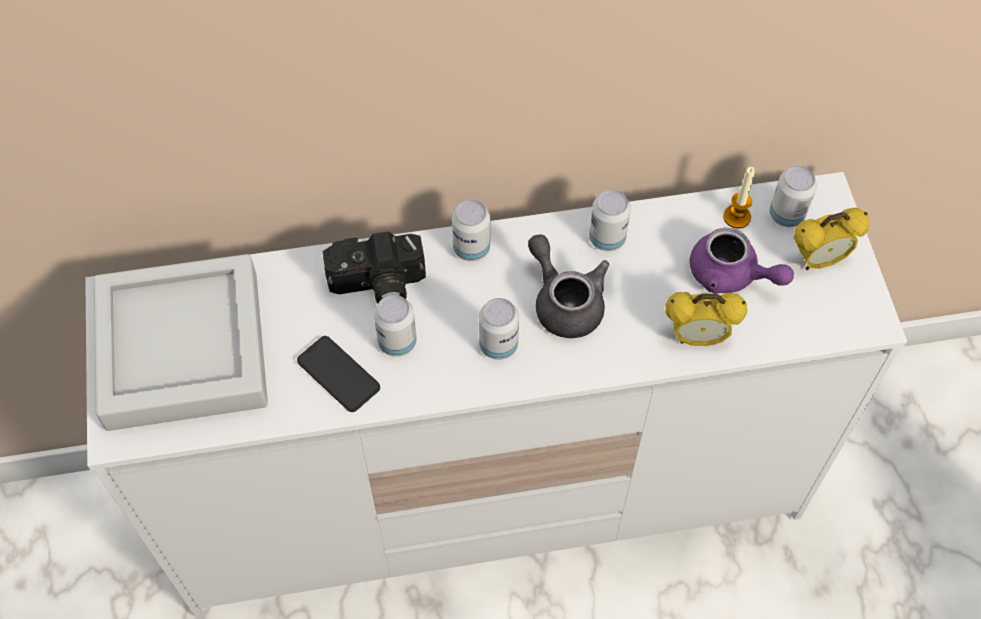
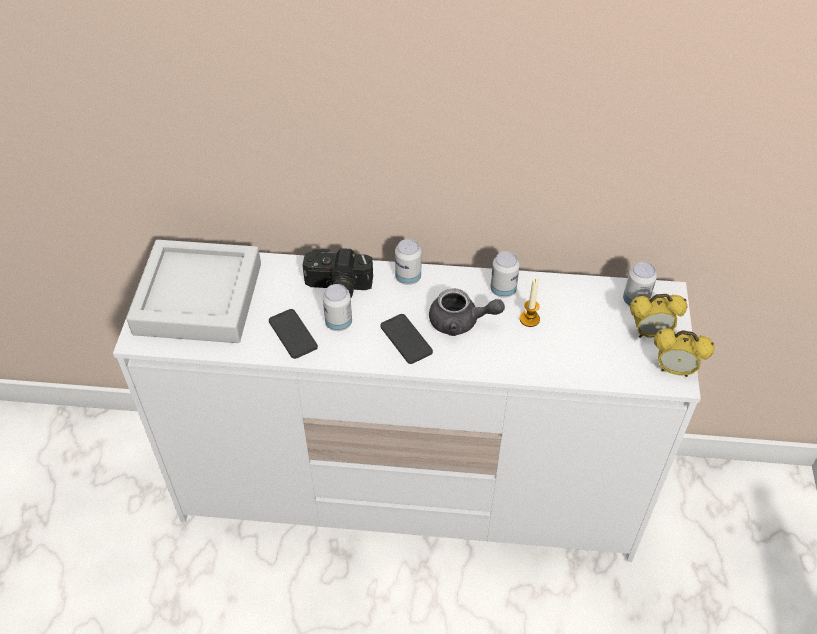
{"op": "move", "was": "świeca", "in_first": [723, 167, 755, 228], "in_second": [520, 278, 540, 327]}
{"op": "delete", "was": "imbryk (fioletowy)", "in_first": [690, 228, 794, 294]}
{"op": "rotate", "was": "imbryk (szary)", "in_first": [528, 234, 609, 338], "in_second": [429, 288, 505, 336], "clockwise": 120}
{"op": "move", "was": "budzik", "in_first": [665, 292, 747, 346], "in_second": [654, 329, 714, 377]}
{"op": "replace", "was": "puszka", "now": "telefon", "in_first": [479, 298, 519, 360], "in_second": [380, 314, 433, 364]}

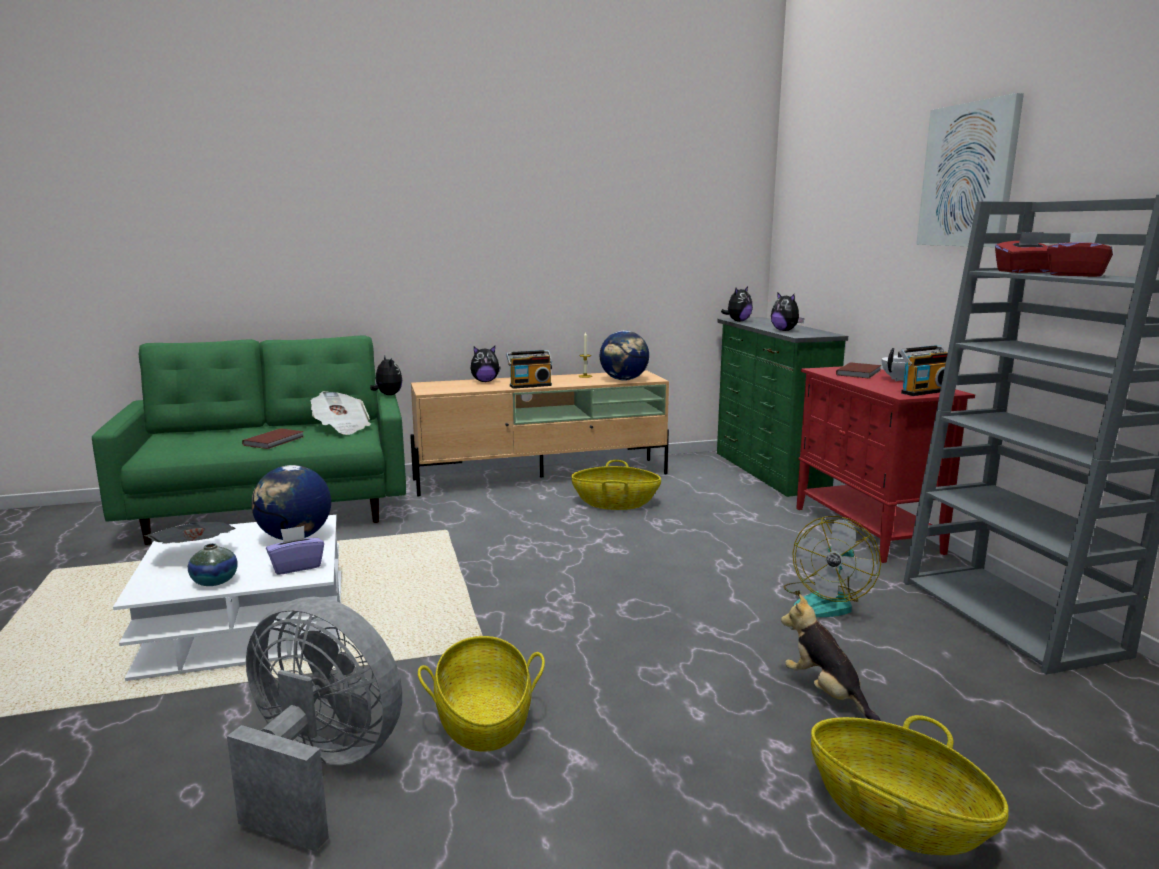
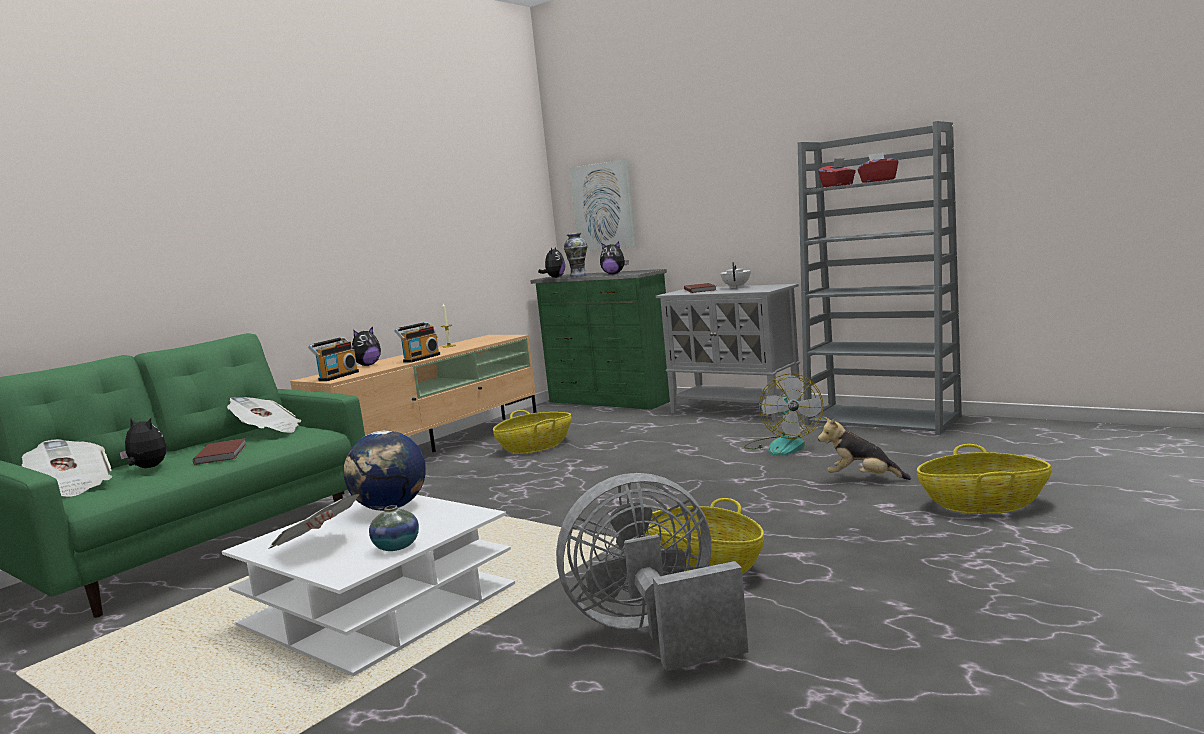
{"op": "move", "was": "obraz", "in_first": [916, 93, 1024, 247], "in_second": [569, 159, 637, 251]}
{"op": "delete", "was": "globus", "in_first": [600, 330, 649, 381]}
{"op": "move", "was": "radio", "in_first": [899, 345, 948, 396], "in_second": [308, 337, 359, 381]}
{"op": "move", "was": "pluszak", "in_first": [370, 356, 402, 395], "in_second": [119, 418, 166, 468]}
{"op": "recolor", "was": "szafka (czerwony)", "now": "szafka (szary)", "in_first": [796, 366, 975, 563], "in_second": [656, 284, 801, 421]}
{"op": "delete", "was": "pudełko chusteczek (fioletowy)", "in_first": [266, 526, 324, 575]}
{"op": "insert", "now": "wazon", "in_second": [564, 233, 588, 277]}
{"op": "insert", "now": "gazeta", "in_second": [22, 439, 112, 497]}

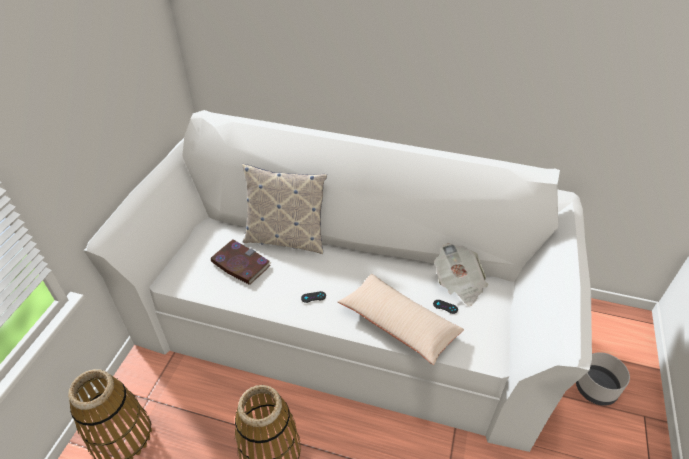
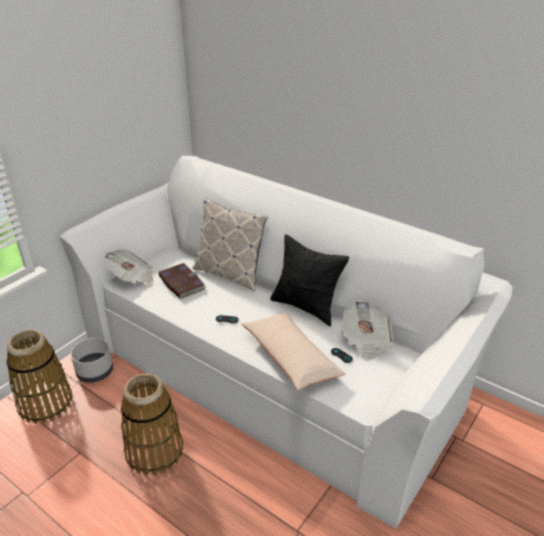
{"op": "move", "was": "donica (szary)", "in_first": [576, 352, 630, 406], "in_second": [71, 338, 113, 383]}
{"op": "insert", "now": "poduszka (czarny)", "in_second": [270, 234, 349, 326]}
{"op": "insert", "now": "gazeta", "in_second": [104, 250, 154, 284]}

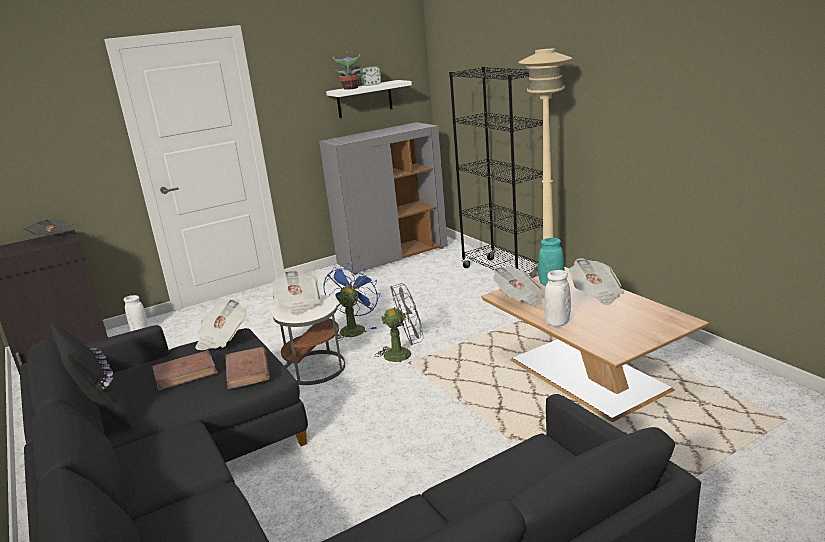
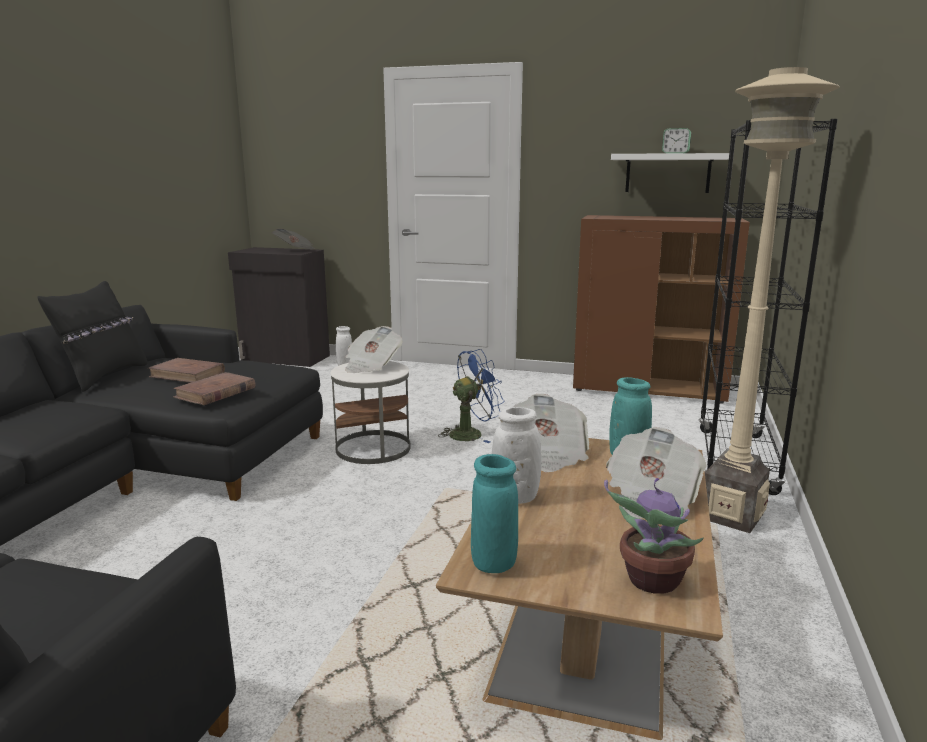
{"op": "move", "was": "roślina doniczkowa", "in_first": [333, 52, 362, 90], "in_second": [604, 478, 704, 594]}
{"op": "recolor", "was": "szafka (szary)", "now": "szafka (brązowy)", "in_first": [319, 122, 448, 275], "in_second": [573, 215, 750, 404]}
{"op": "delete", "was": "wentylator (szary)", "in_first": [375, 283, 424, 365]}
{"op": "delete", "was": "gazeta", "in_first": [195, 299, 247, 350]}
{"op": "insert", "now": "wazon (turkusowy)", "in_second": [471, 454, 518, 573]}

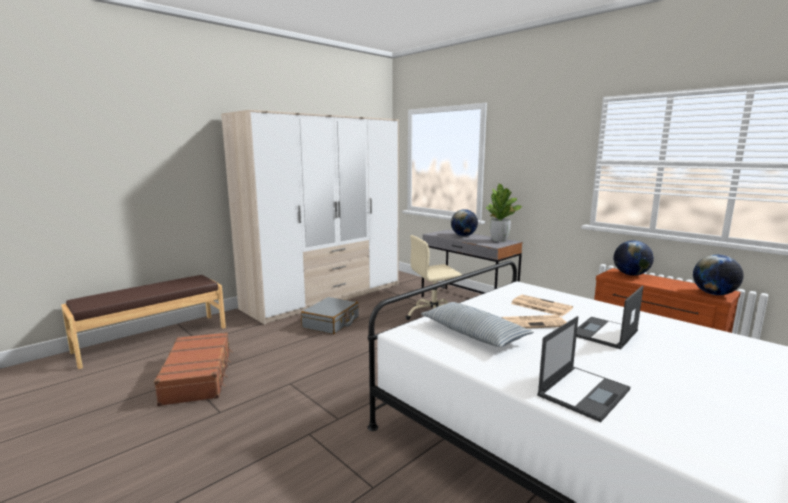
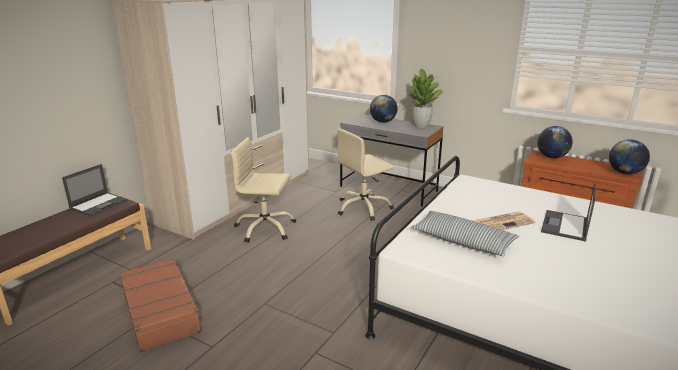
{"op": "delete", "was": "gazeta", "in_first": [511, 295, 573, 316]}
{"op": "replace", "was": "walizka (szary)", "now": "krzesło biurowe (beżowy)", "in_first": [301, 297, 359, 334], "in_second": [230, 137, 296, 243]}
{"op": "move", "was": "laptop", "in_first": [537, 316, 630, 422], "in_second": [62, 164, 128, 217]}

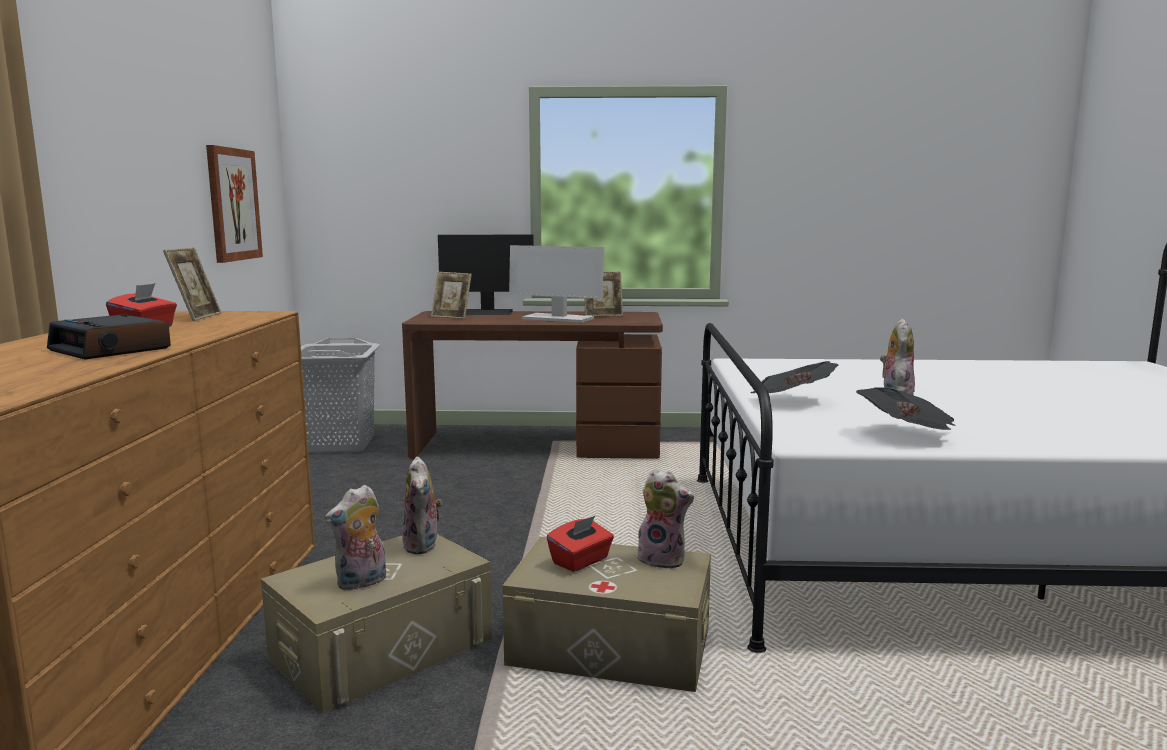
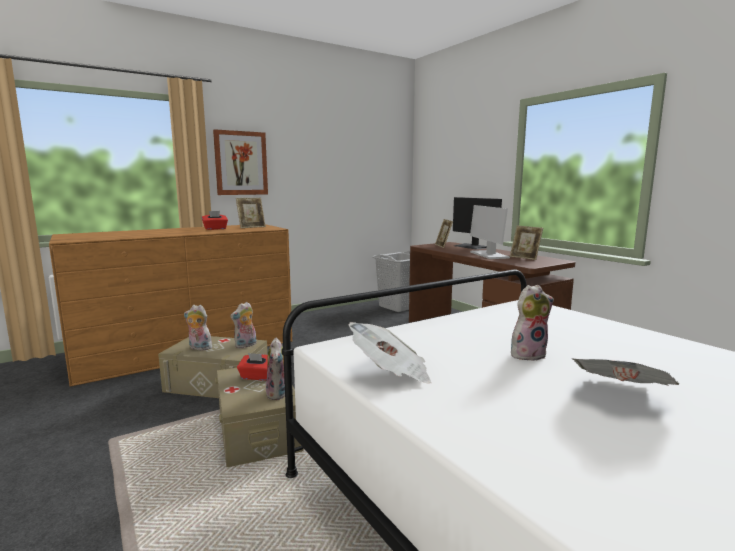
{"op": "move", "was": "obraz", "in_first": [206, 145, 263, 263], "in_second": [213, 129, 268, 195]}
{"op": "delete", "was": "budzik", "in_first": [47, 314, 171, 359]}
{"op": "move", "was": "gazeta", "in_first": [750, 361, 839, 393], "in_second": [572, 358, 679, 385]}

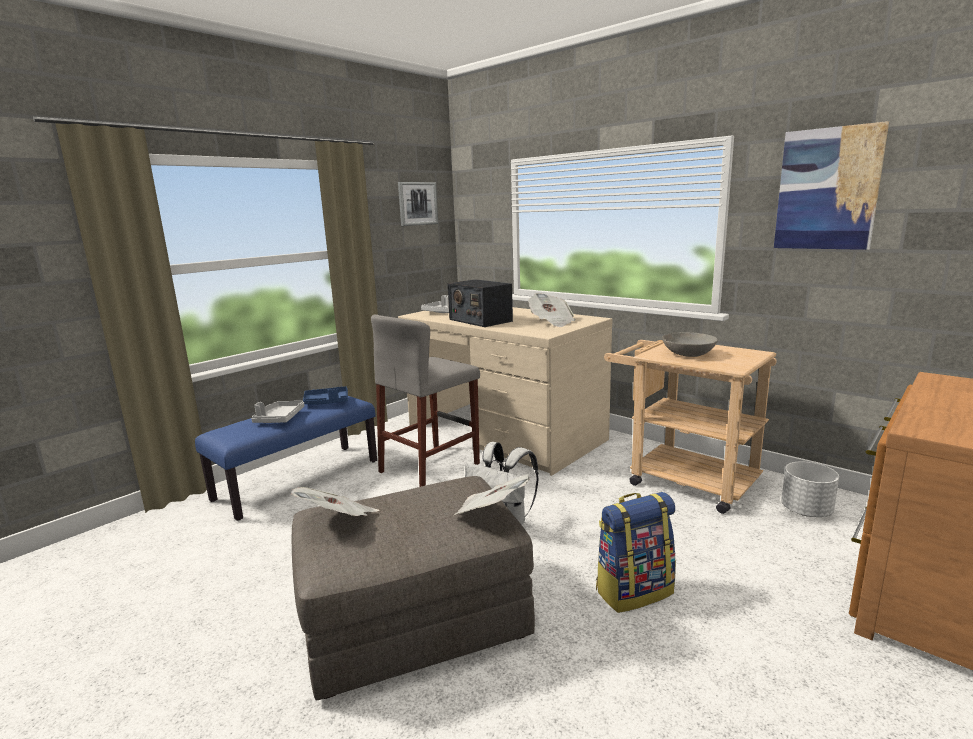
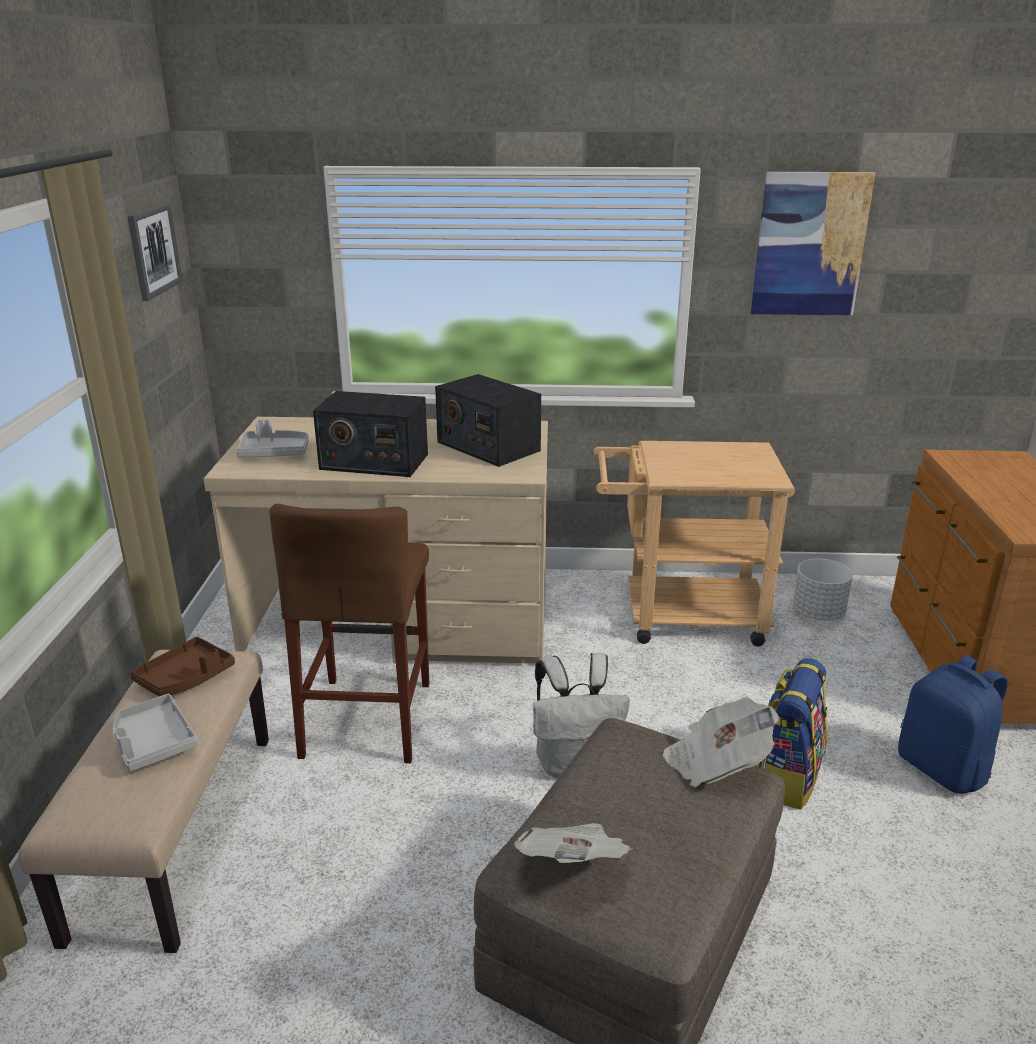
{"op": "replace", "was": "gazeta", "now": "radio", "in_first": [528, 293, 576, 327], "in_second": [435, 374, 541, 467]}
{"op": "recolor", "was": "stołek (szary)", "now": "stołek (brązowy)", "in_first": [371, 314, 480, 487], "in_second": [269, 504, 429, 763]}
{"op": "delete", "was": "miska (szary)", "in_first": [662, 332, 718, 357]}
{"op": "recolor", "was": "taca (niebieski)", "now": "taca (brązowy)", "in_first": [303, 386, 348, 405], "in_second": [130, 637, 235, 696]}
{"op": "recolor", "was": "ławka (niebieski)", "now": "ławka (beżowy)", "in_first": [195, 396, 377, 521], "in_second": [18, 650, 269, 953]}
{"op": "insert", "now": "plecak (niebieski)", "in_second": [898, 655, 1008, 794]}

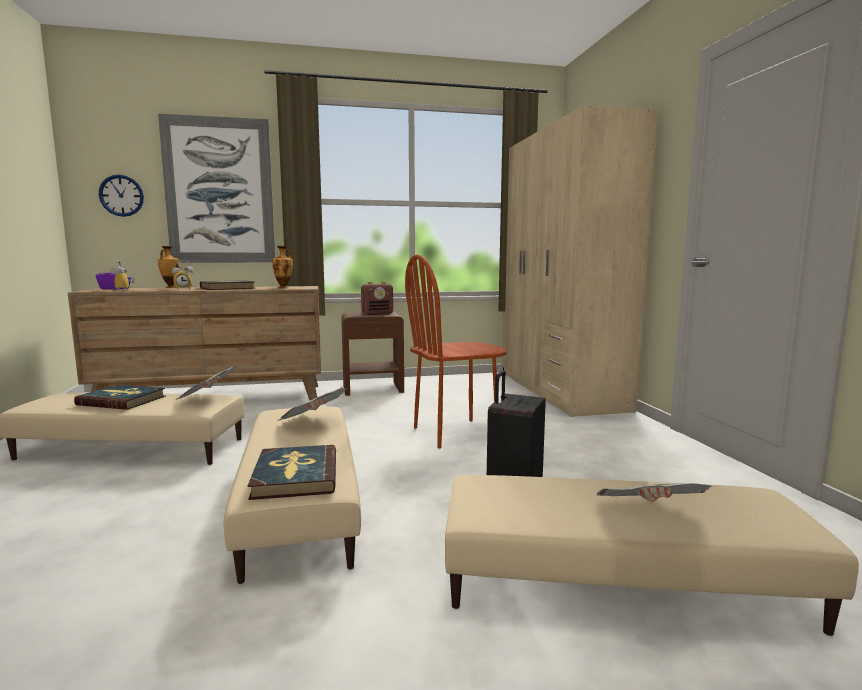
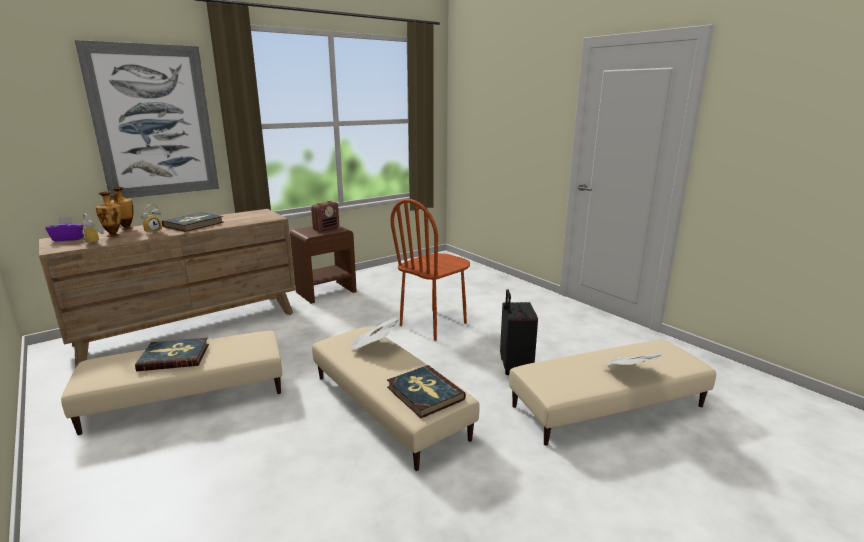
{"op": "delete", "was": "szafa (beżowy)", "in_first": [502, 105, 658, 417]}
{"op": "delete", "was": "zegar ścienny", "in_first": [99, 175, 144, 217]}
{"op": "move", "was": "wazon", "in_first": [273, 246, 293, 288], "in_second": [96, 191, 121, 237]}
{"op": "delete", "was": "gazeta", "in_first": [175, 367, 236, 400]}

